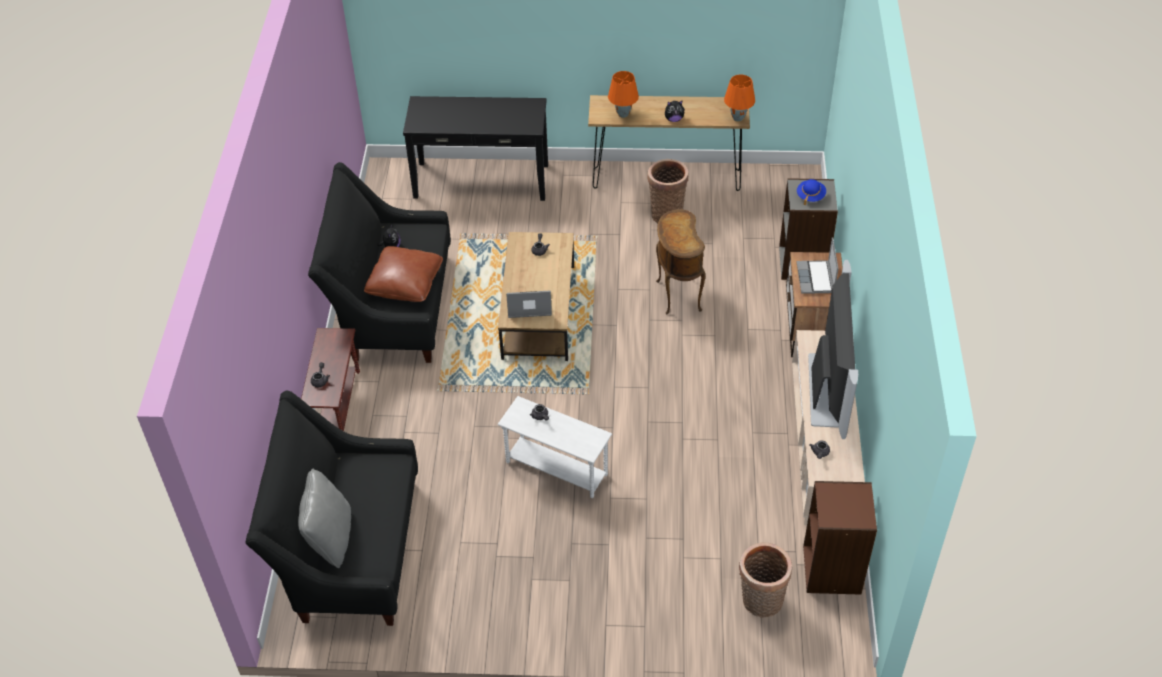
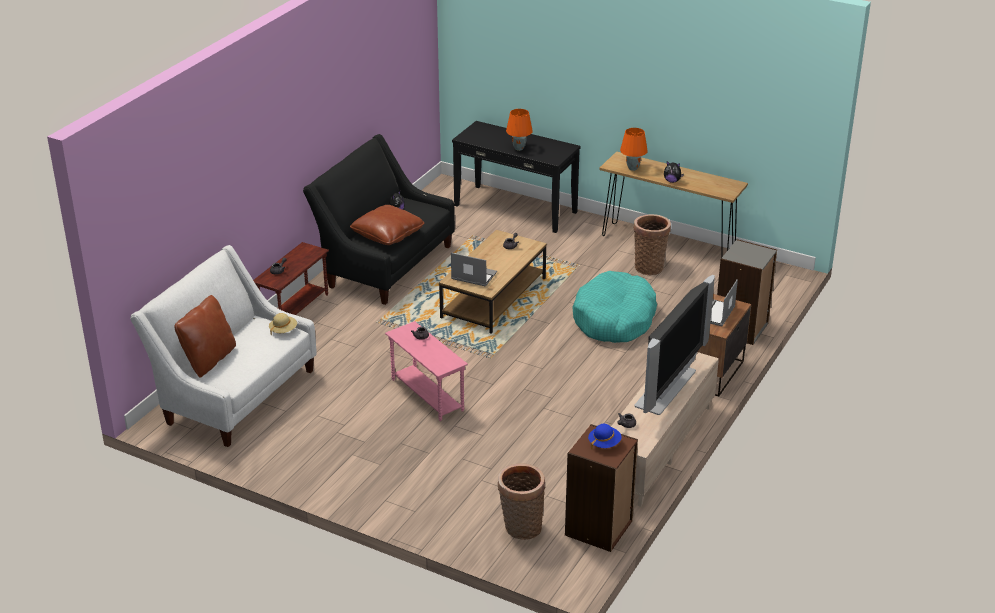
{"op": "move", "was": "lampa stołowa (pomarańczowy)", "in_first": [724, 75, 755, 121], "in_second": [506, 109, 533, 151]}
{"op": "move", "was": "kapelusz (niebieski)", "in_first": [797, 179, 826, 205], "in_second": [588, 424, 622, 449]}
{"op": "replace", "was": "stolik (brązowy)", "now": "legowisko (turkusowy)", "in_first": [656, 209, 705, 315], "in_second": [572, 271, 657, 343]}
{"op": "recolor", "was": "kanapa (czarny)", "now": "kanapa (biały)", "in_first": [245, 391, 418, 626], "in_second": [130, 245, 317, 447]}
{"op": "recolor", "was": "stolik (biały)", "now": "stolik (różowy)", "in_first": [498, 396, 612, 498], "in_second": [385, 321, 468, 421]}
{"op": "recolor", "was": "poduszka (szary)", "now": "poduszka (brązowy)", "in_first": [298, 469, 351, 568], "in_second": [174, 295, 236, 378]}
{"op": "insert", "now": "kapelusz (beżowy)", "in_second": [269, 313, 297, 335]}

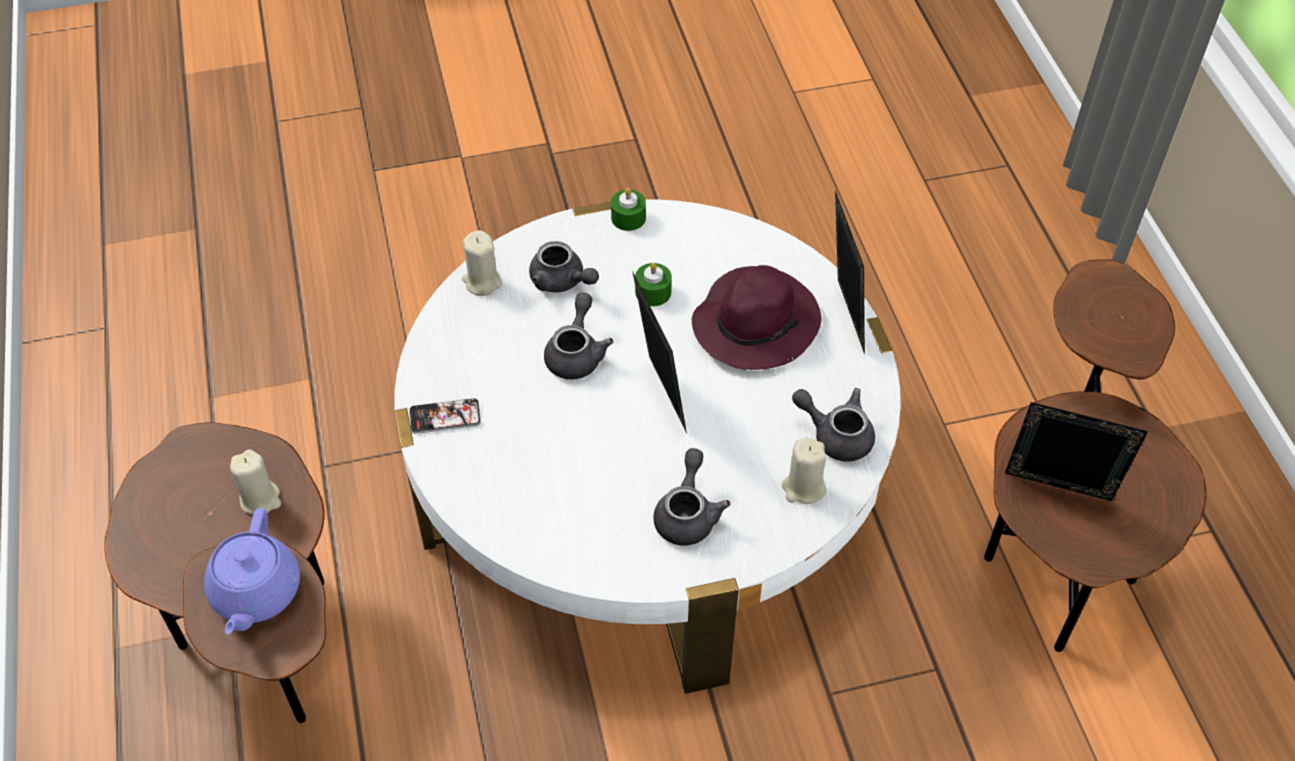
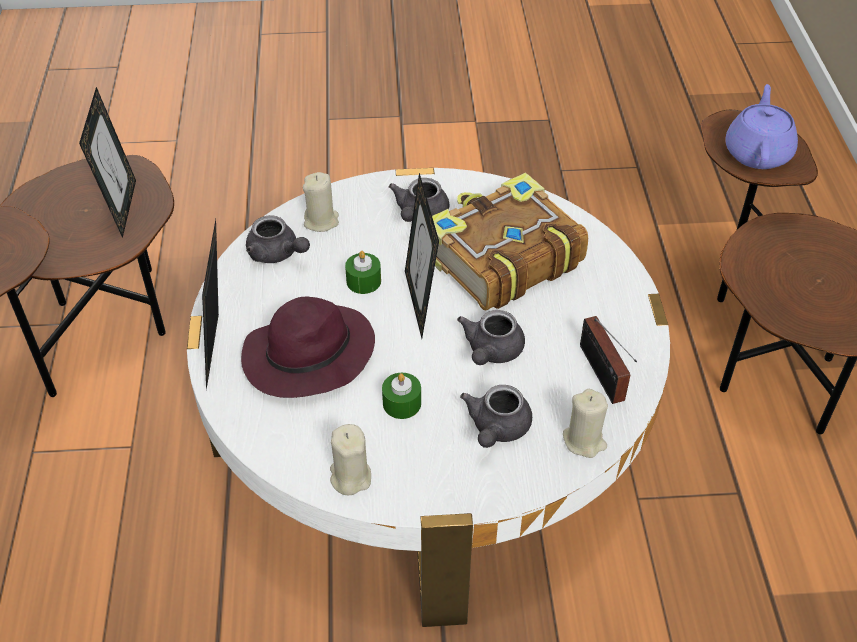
{"op": "move", "was": "świeca (zielony)", "in_first": [611, 188, 646, 231], "in_second": [345, 251, 381, 294]}
{"op": "rotate", "was": "imbryk (szary)", "in_first": [529, 241, 599, 293], "in_second": [460, 385, 532, 448], "clockwise": -120}
{"op": "delete", "was": "telefon", "in_first": [409, 398, 481, 434]}
{"op": "rotate", "was": "ramka na zdjęcie", "in_first": [1005, 402, 1148, 501], "in_second": [79, 87, 136, 238], "clockwise": -120}
{"op": "move", "was": "świeca (beżowy)", "in_first": [230, 449, 281, 514], "in_second": [330, 424, 371, 495]}
{"op": "insert", "now": "książka", "in_second": [432, 172, 588, 310]}
{"op": "insert", "now": "radio", "in_second": [580, 316, 637, 404]}

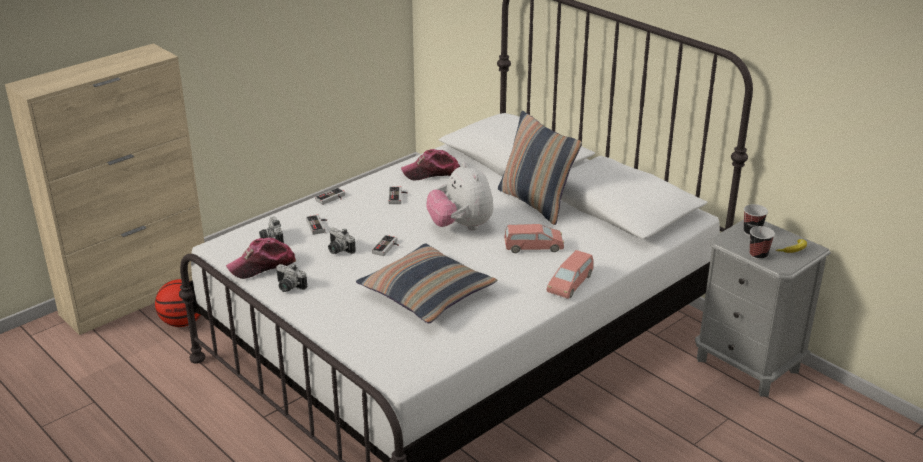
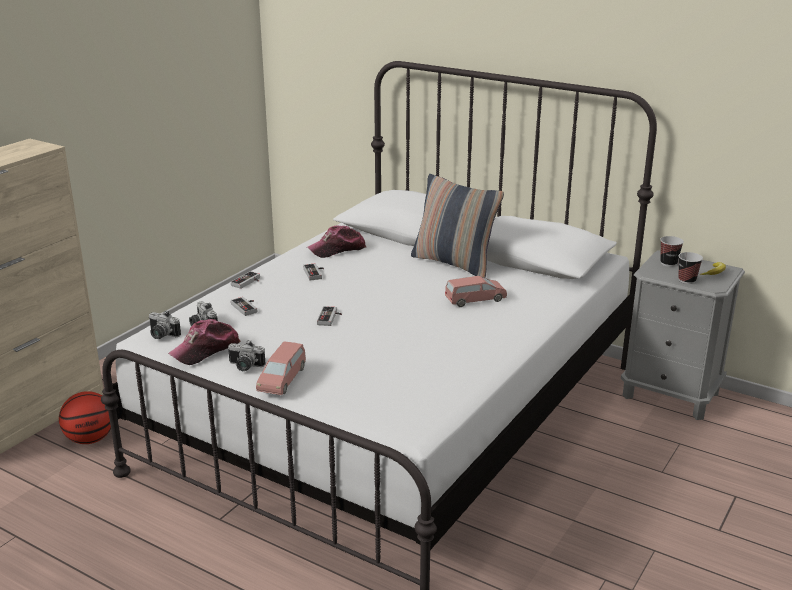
{"op": "delete", "was": "pluszak", "in_first": [427, 162, 494, 230]}
{"op": "move", "was": "aparat fotograficzny", "in_first": [328, 228, 356, 254], "in_second": [149, 310, 181, 339]}
{"op": "delete", "was": "poduszka", "in_first": [356, 243, 497, 323]}
{"op": "move", "was": "samochodzik (różowy)", "in_first": [547, 250, 593, 299], "in_second": [256, 341, 306, 395]}

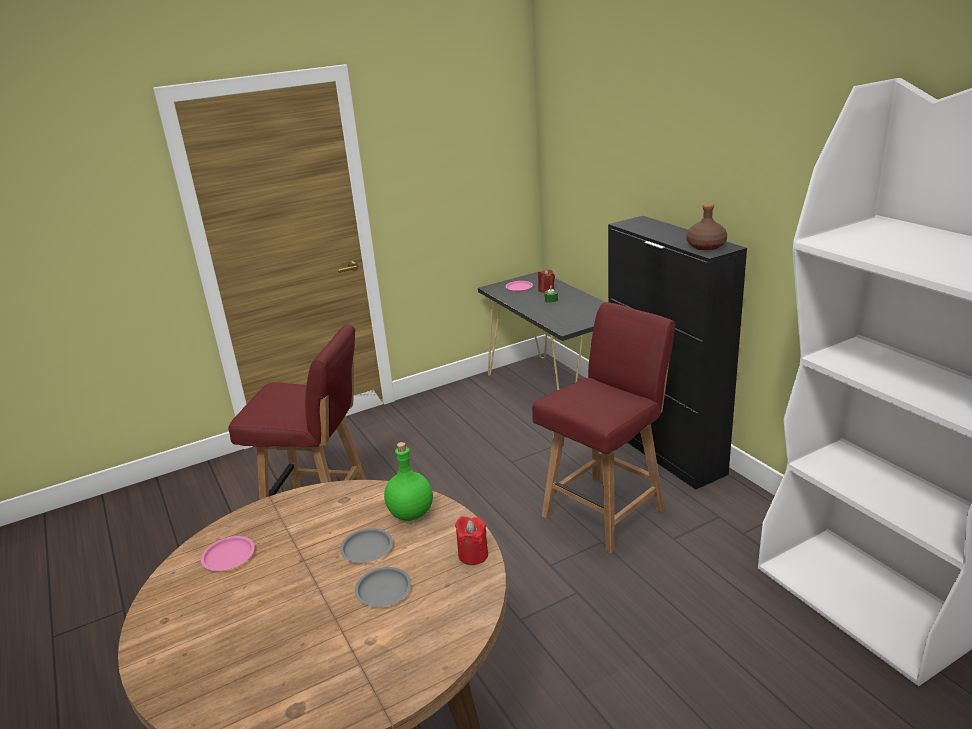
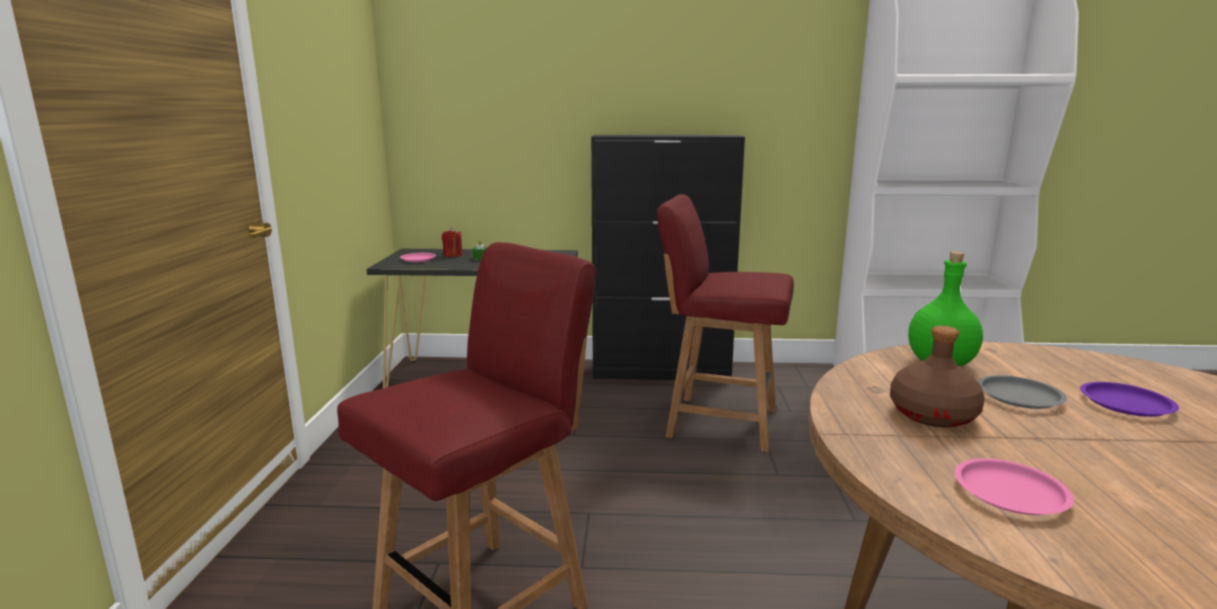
{"op": "move", "was": "butelka (brązowy)", "in_first": [687, 204, 727, 250], "in_second": [890, 326, 985, 427]}
{"op": "rotate", "was": "krzesło (czerwony)", "in_first": [532, 302, 676, 553], "in_second": [657, 194, 794, 452], "clockwise": -60}
{"op": "delete", "was": "świeca (czerwony)", "in_first": [455, 516, 488, 565]}
{"op": "recolor", "was": "talerz (szary)", "now": "talerz (fioletowy)", "in_first": [355, 567, 411, 607], "in_second": [1080, 382, 1179, 417]}

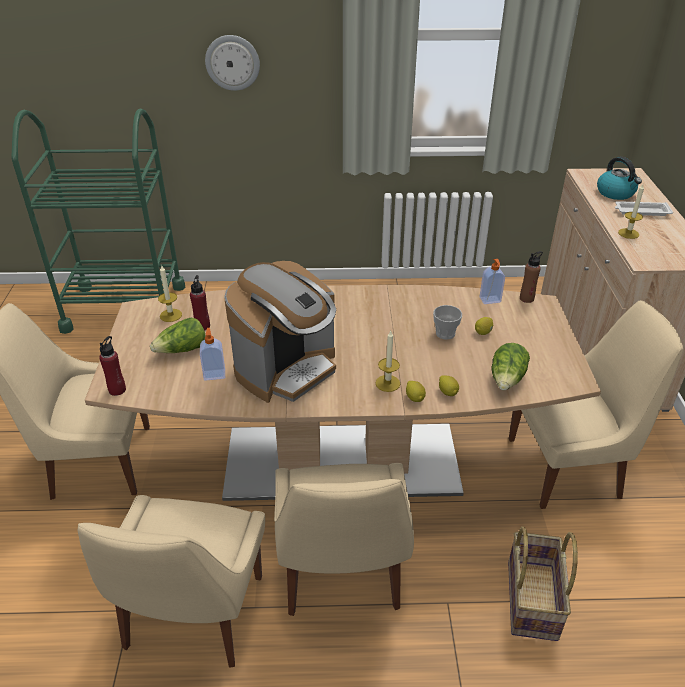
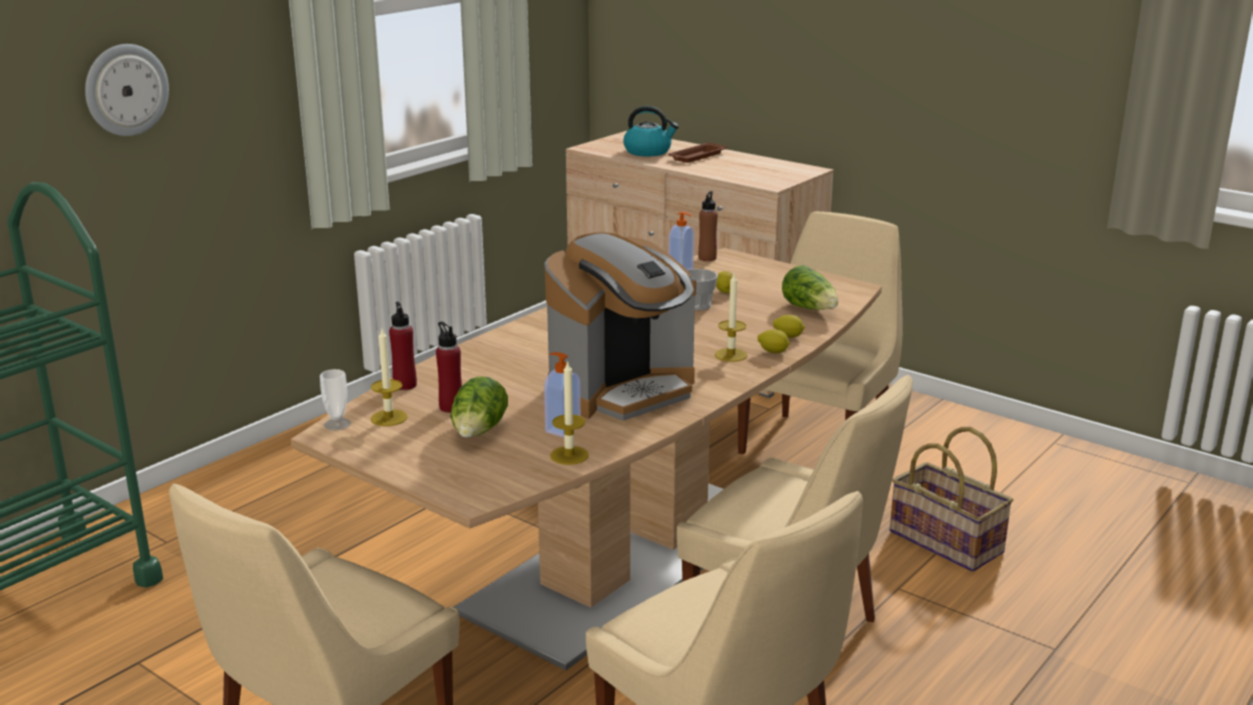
{"op": "move", "was": "świeca", "in_first": [618, 184, 644, 239], "in_second": [550, 360, 589, 465]}
{"op": "recolor", "was": "taca (biały)", "now": "taca (brązowy)", "in_first": [615, 201, 673, 216], "in_second": [668, 142, 727, 163]}
{"op": "rotate", "was": "ekspres do kawy", "in_first": [224, 261, 336, 403], "in_second": [544, 232, 696, 421], "clockwise": 60}
{"op": "move", "was": "butelka (czerwony)", "in_first": [99, 336, 126, 396], "in_second": [389, 302, 417, 390]}
{"op": "insert", "now": "filiżanka", "in_second": [320, 369, 351, 430]}

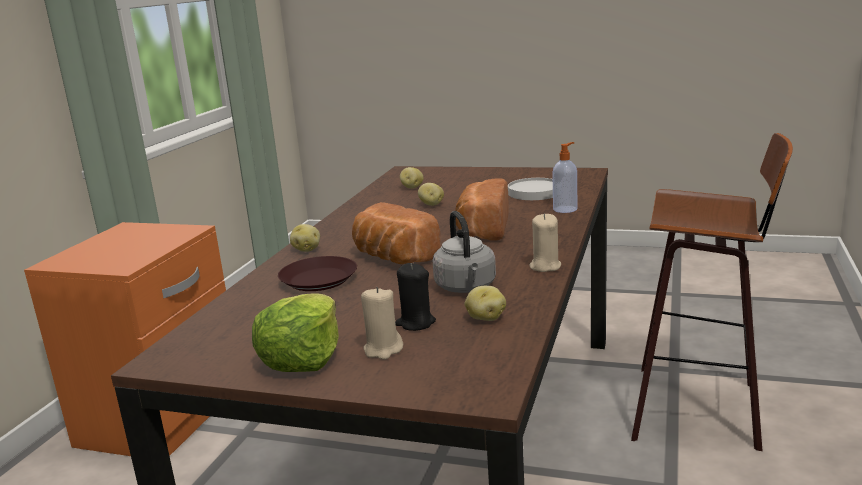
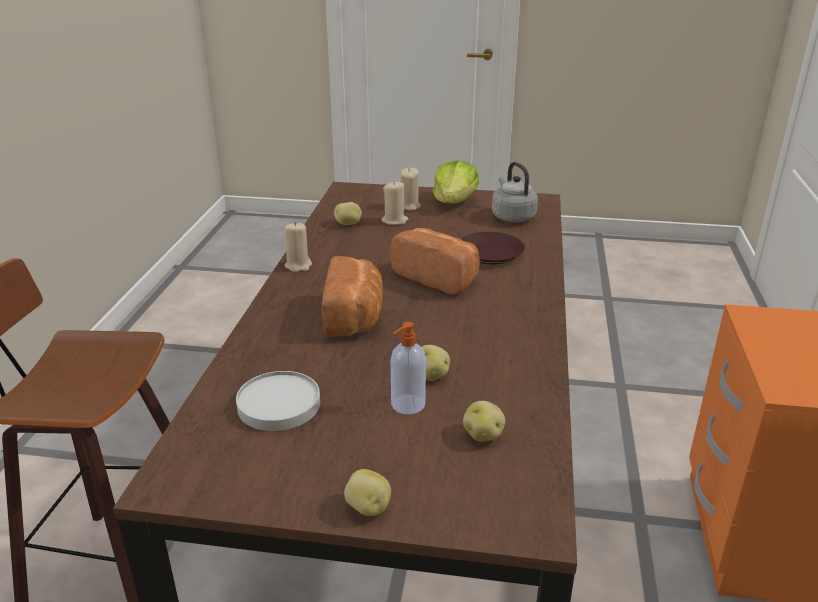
{"op": "move", "was": "dozownik mydła", "in_first": [552, 142, 577, 213], "in_second": [391, 322, 426, 415]}
{"op": "move", "was": "czajnik (szary)", "in_first": [432, 211, 496, 293], "in_second": [492, 162, 538, 222]}
{"op": "move", "was": "ziemniak", "in_first": [290, 224, 320, 252], "in_second": [344, 469, 391, 516]}
{"op": "recolor", "was": "świeca (czarny)", "now": "świeca (beżowy)", "in_first": [395, 263, 436, 331], "in_second": [382, 181, 408, 225]}

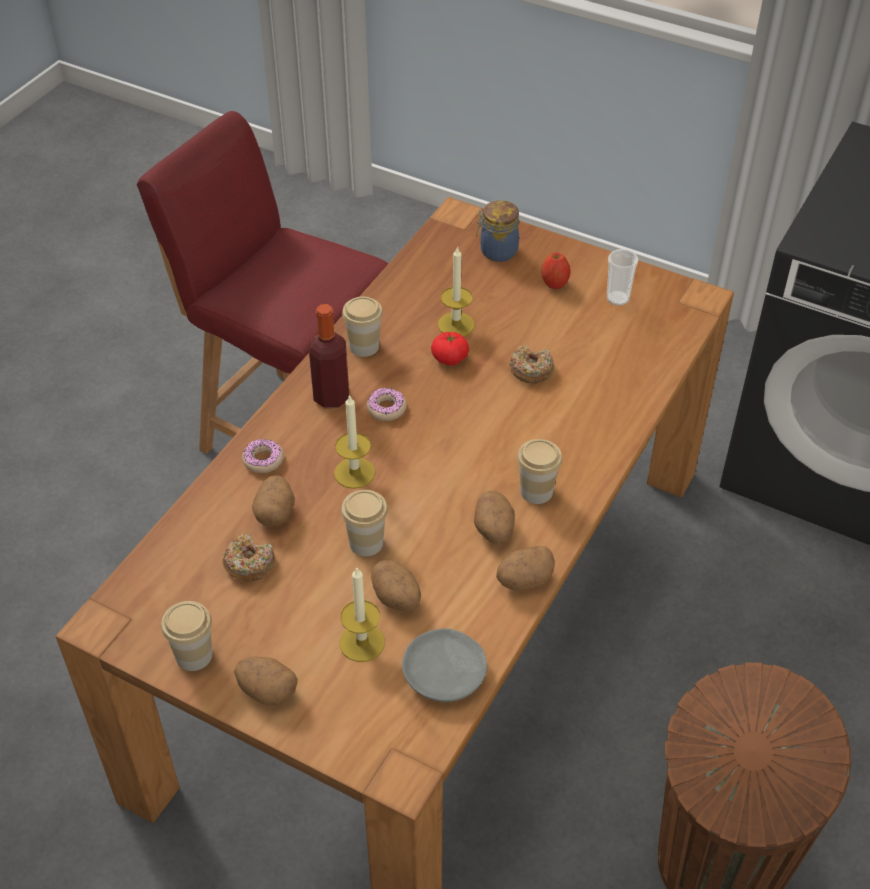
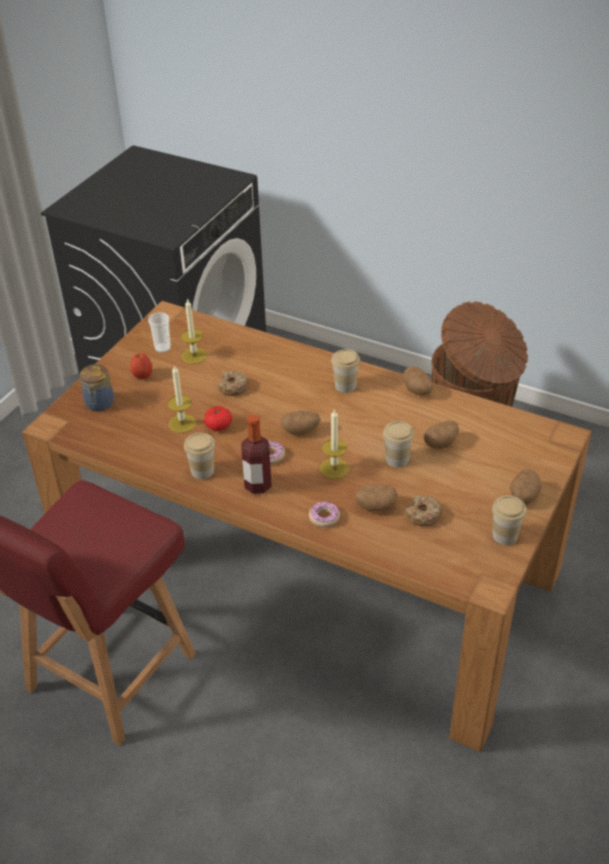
{"op": "move", "was": "ziemniak", "in_first": [474, 491, 515, 544], "in_second": [281, 411, 321, 435]}
{"op": "move", "was": "świeca", "in_first": [339, 568, 385, 662], "in_second": [181, 298, 207, 364]}
{"op": "delete", "was": "talerz (szary)", "in_first": [402, 628, 487, 702]}

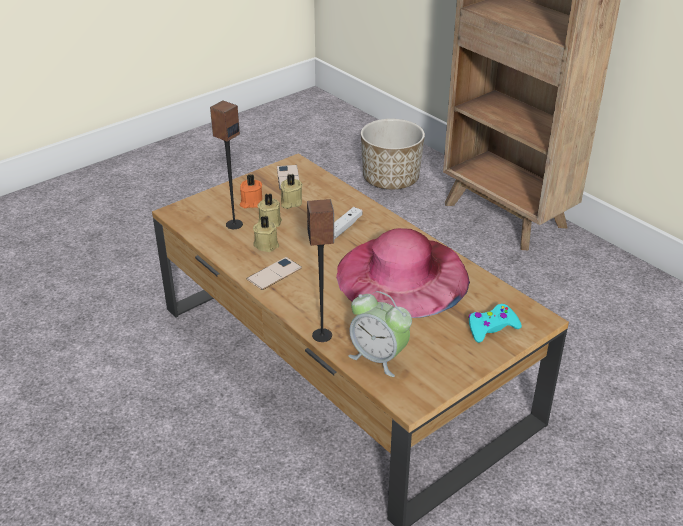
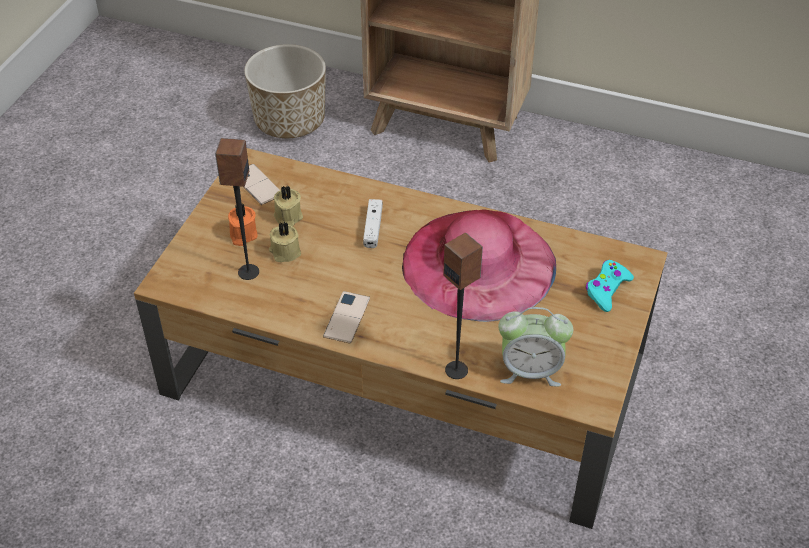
{"op": "delete", "was": "świeca (beżowy)", "in_first": [253, 216, 279, 252]}

